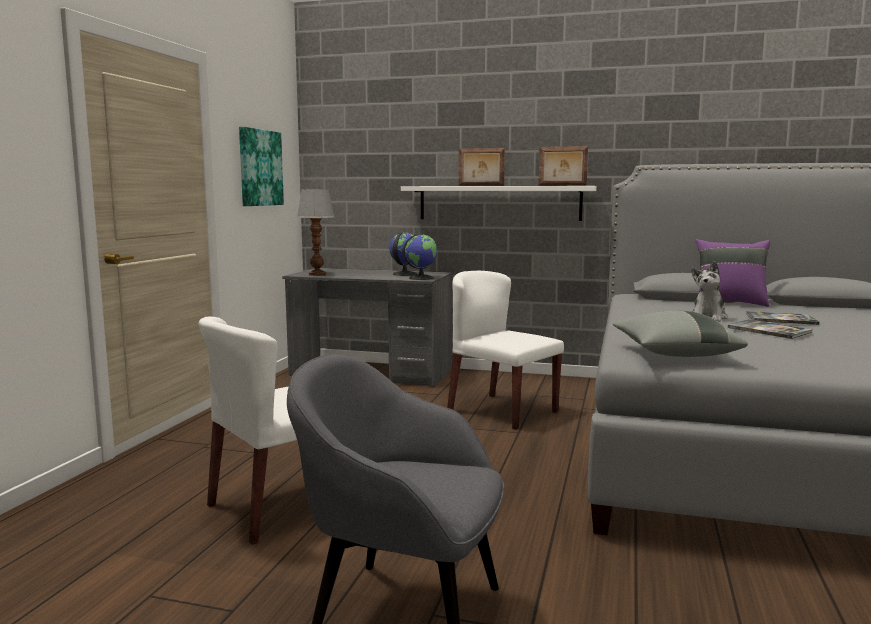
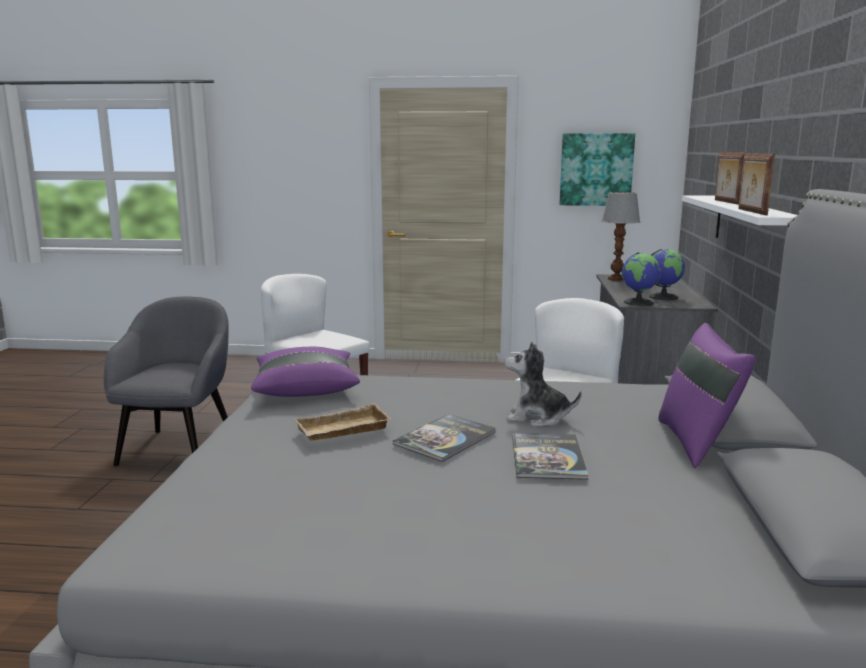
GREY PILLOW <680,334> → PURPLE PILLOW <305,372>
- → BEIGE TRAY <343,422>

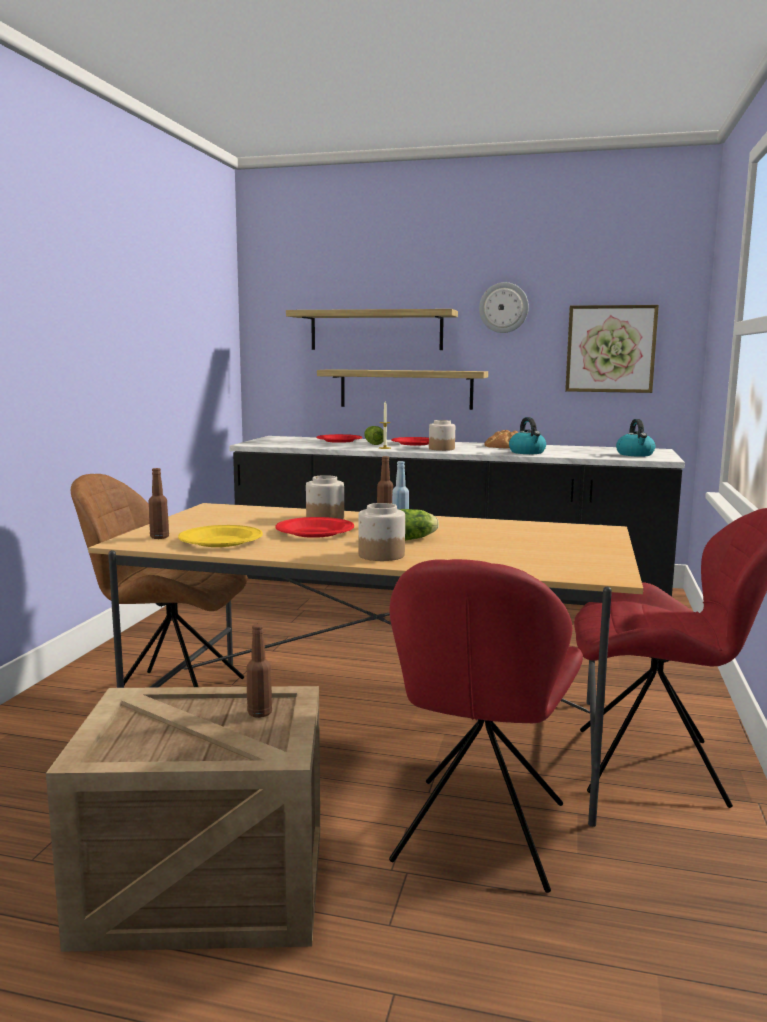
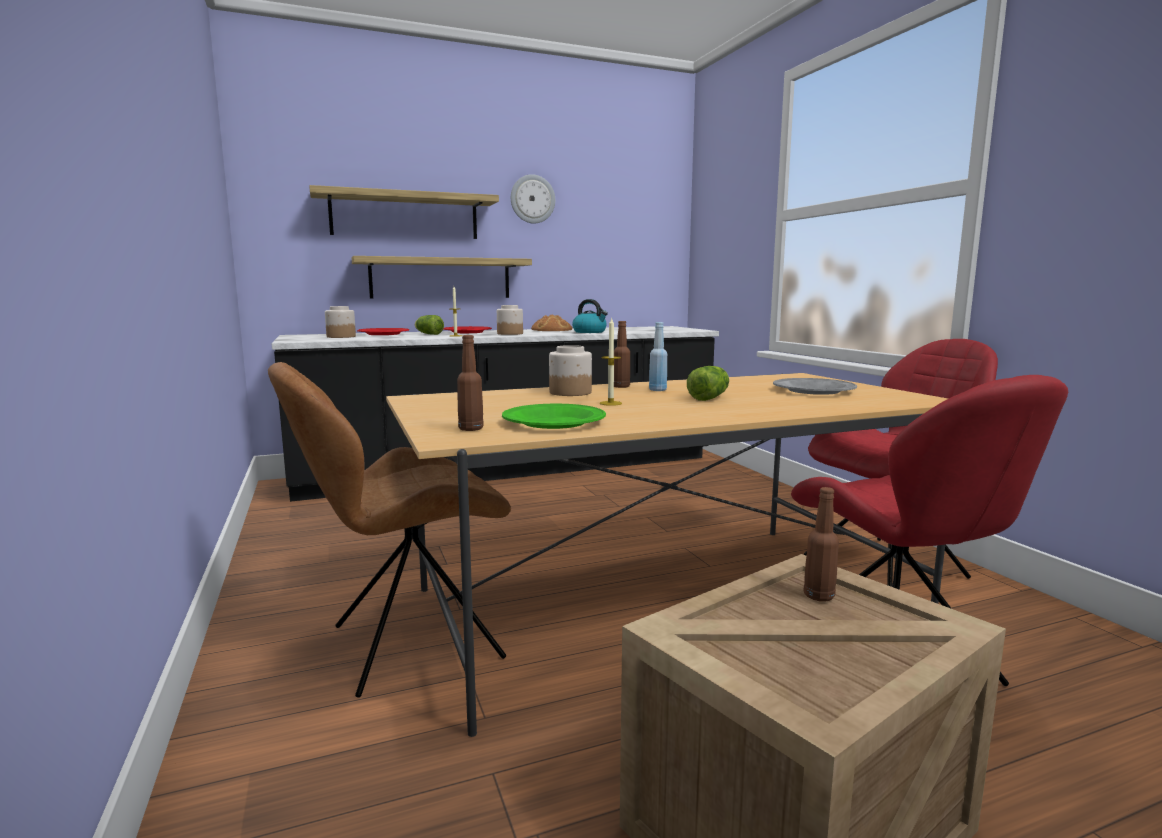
PICTURE <612,349> → -
KETTLE <635,438> → -
JAR <381,532> → JAR <340,322>, relocated
RED PLATE <314,527> → CANDLE <610,362>
YELLOW PLATE <220,536> → GREEN PLATE <554,416>
- → GREY PLATE <815,386>

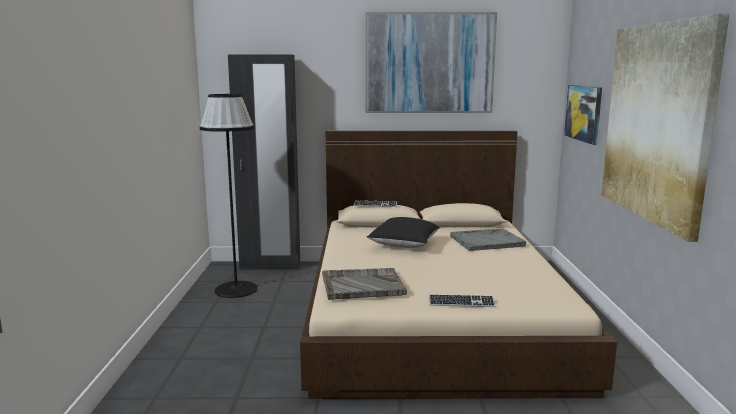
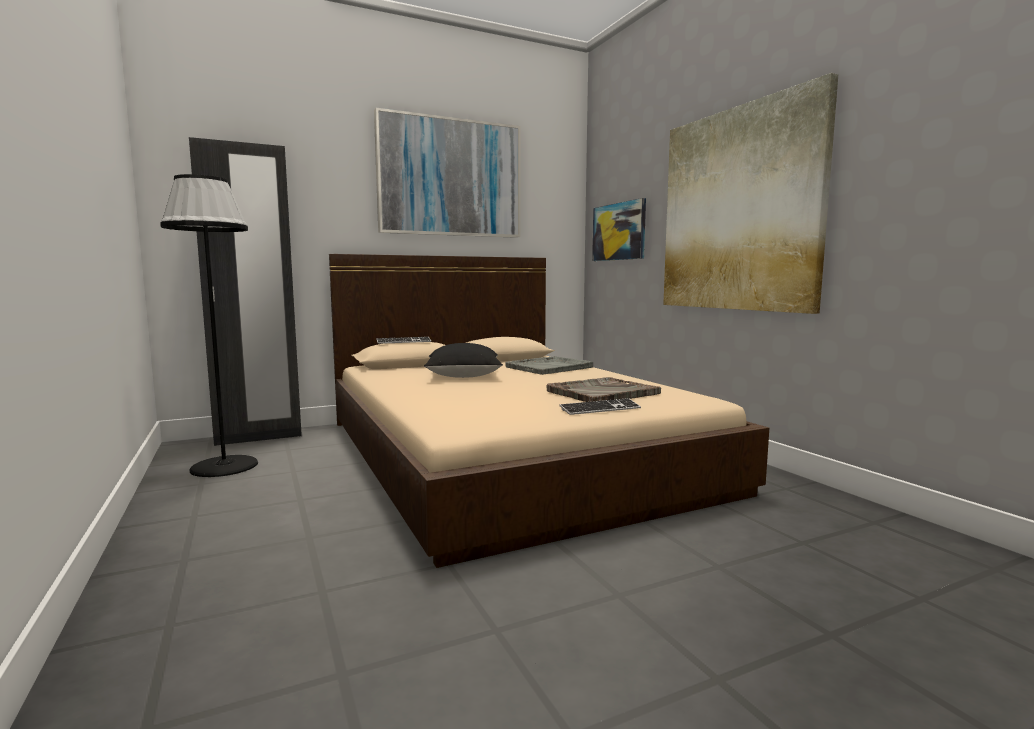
GREY TRAY <364,284> → GREY TRAY <604,389>, relocated

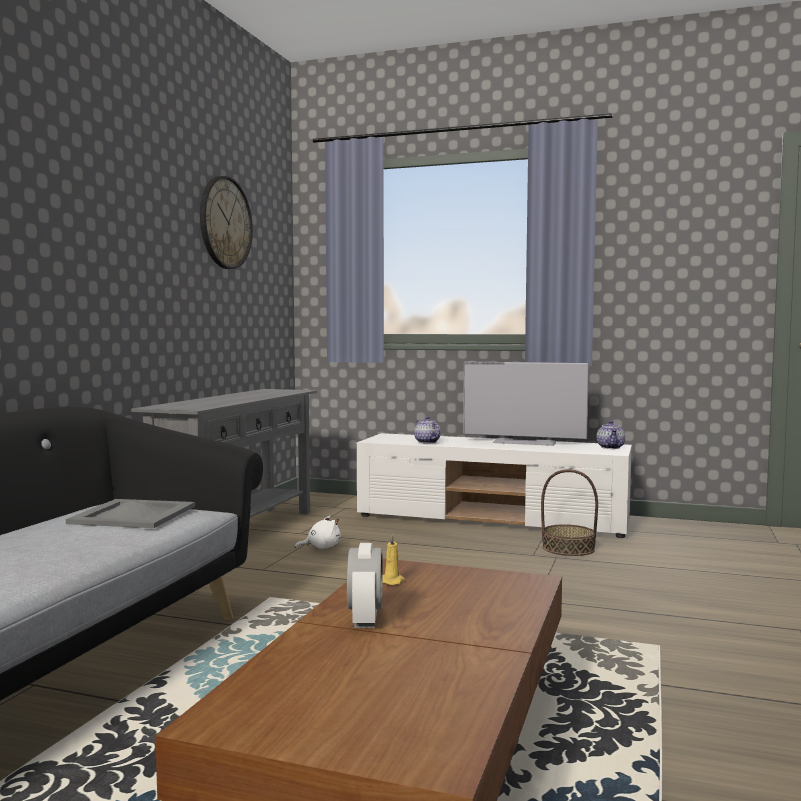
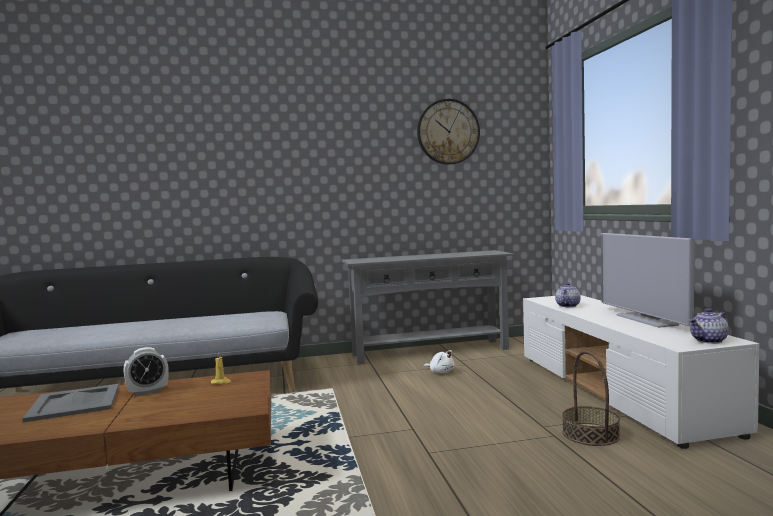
GREY TRAY <130,513> → GREY TRAY <71,403>, relocated

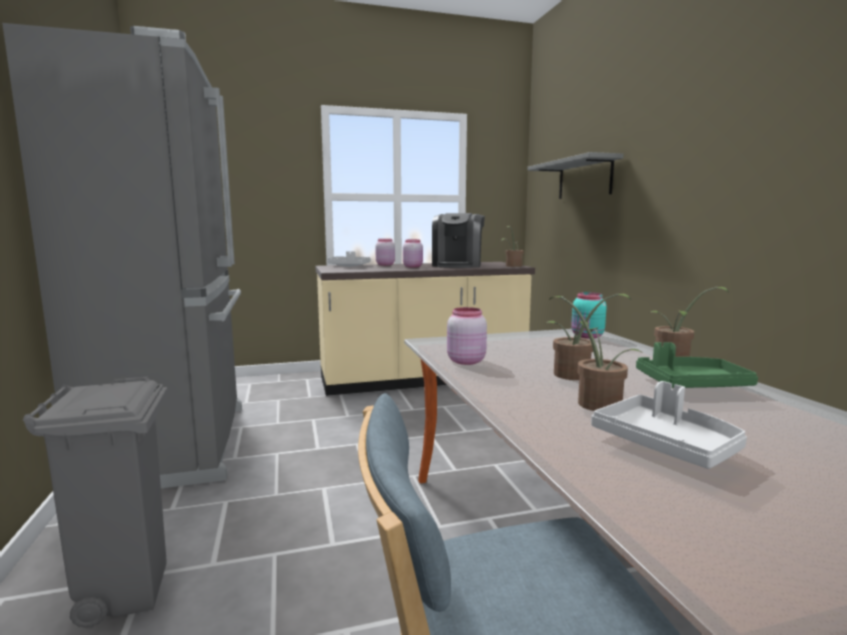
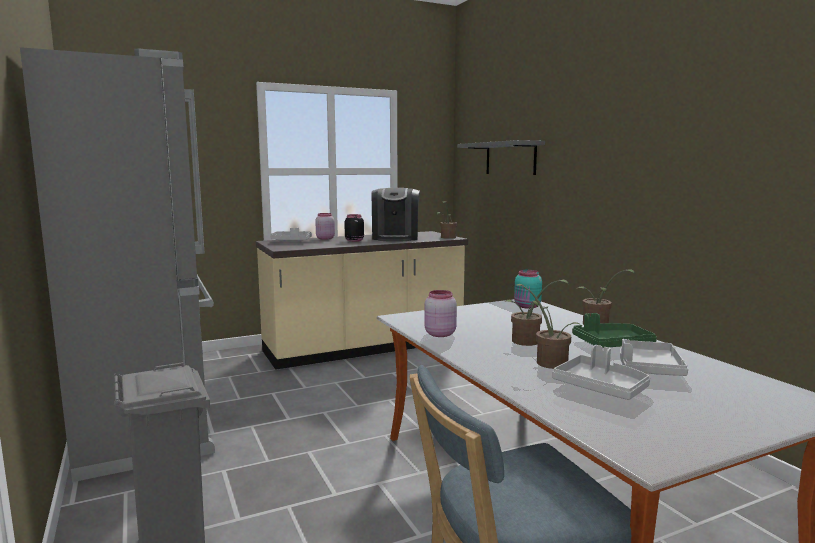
PINK JAR <413,253> → BLACK JAR <354,228>
- → GREY TRAY <654,357>

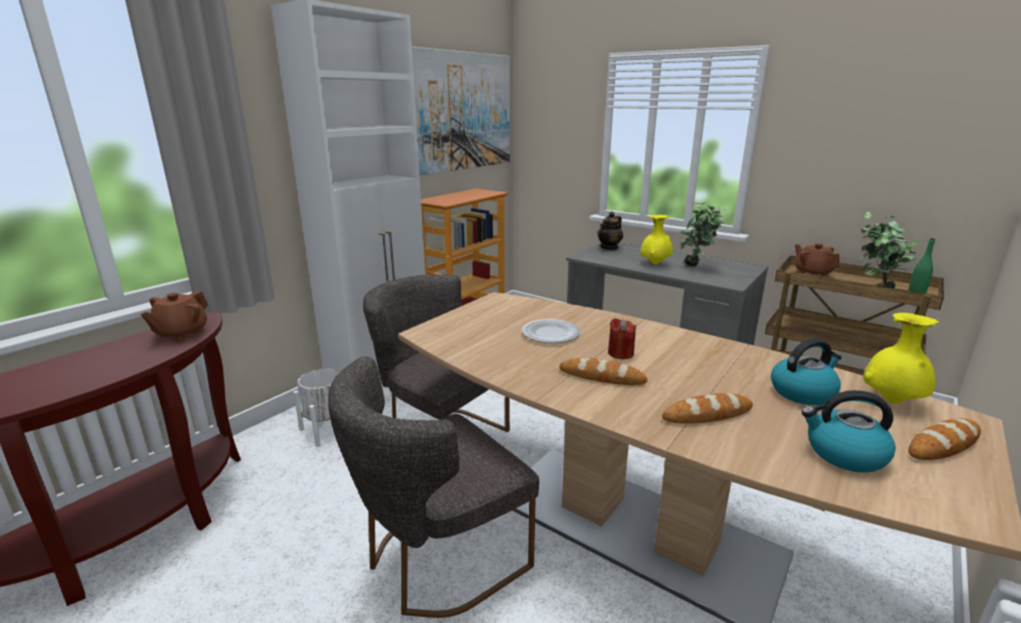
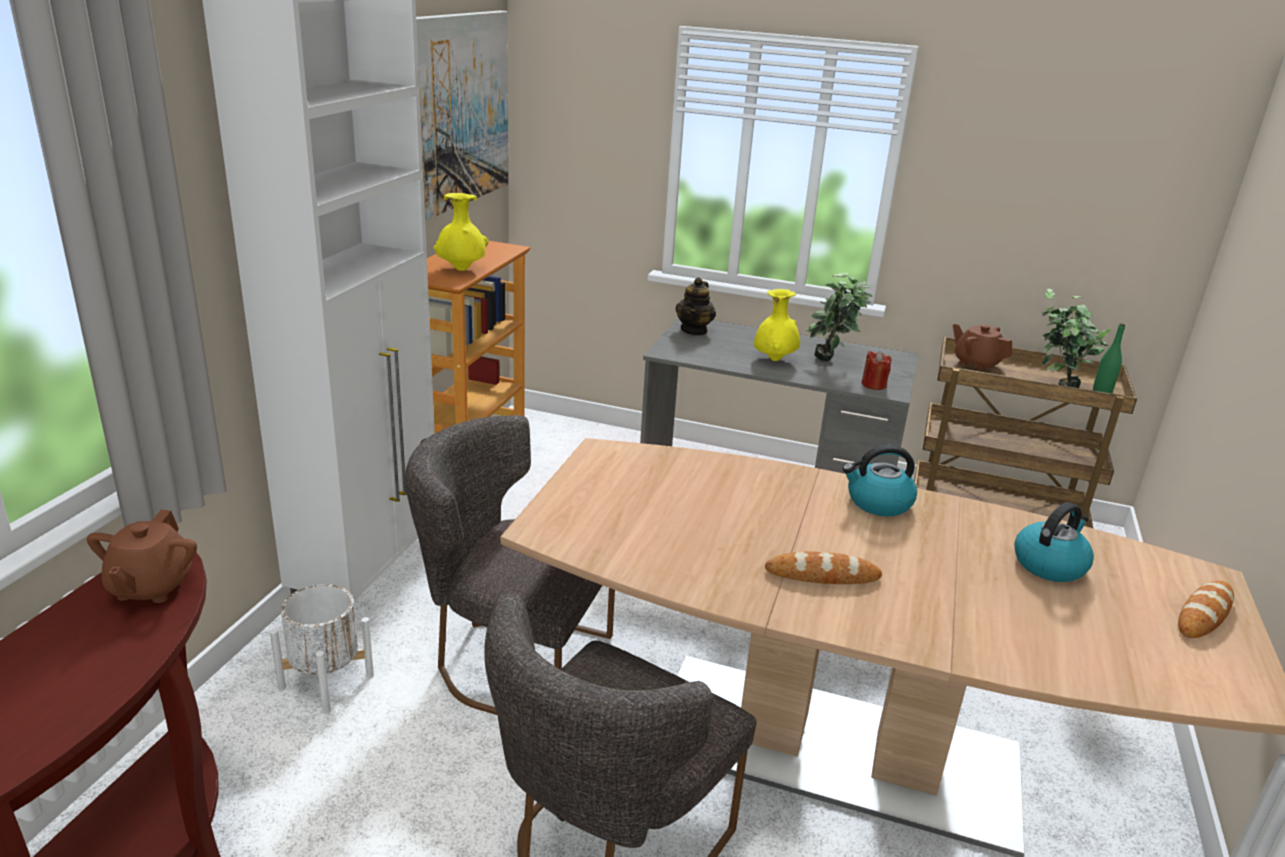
YELLOW VASE <901,358> → YELLOW VASE <461,232>, relocated
RED CANDLE <622,338> → RED CANDLE <876,370>, relocated
PLATE <551,331> → -
KETTLE <848,431> → KETTLE <880,480>, relocated
BREAD <707,408> → -

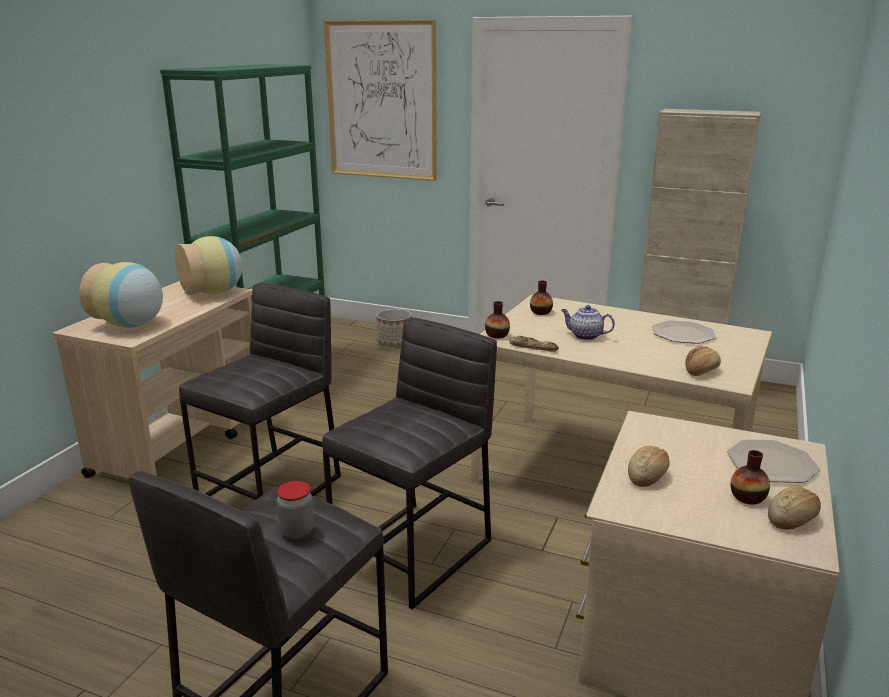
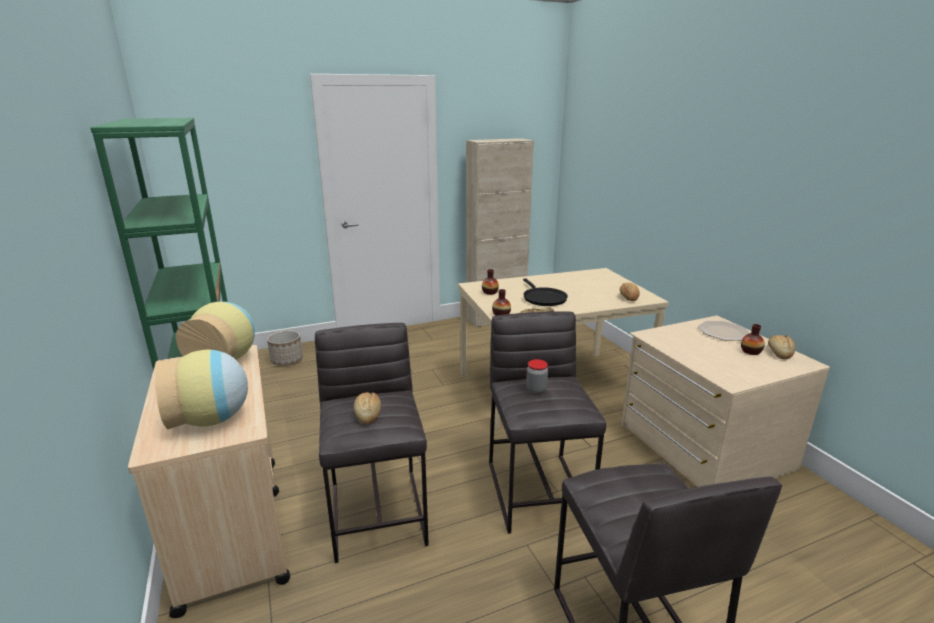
PICTURE <380,100> → -
TEAPOT <588,322> → BLACK FRYING PAN <545,292>
PLATE <684,332> → -
BREAD <649,466> → BREAD <367,408>, relocated
JAR <295,510> → JAR <537,376>, relocated

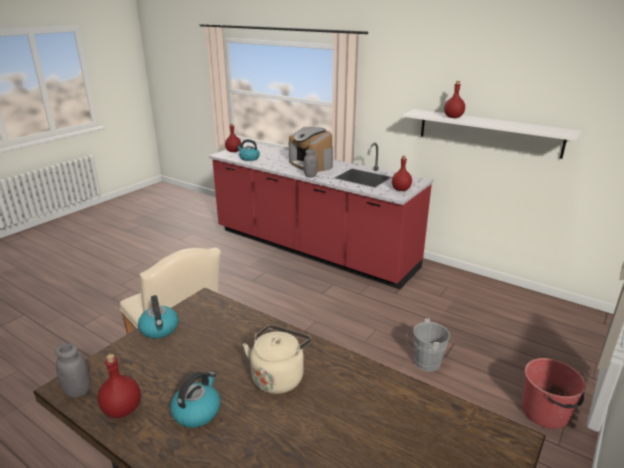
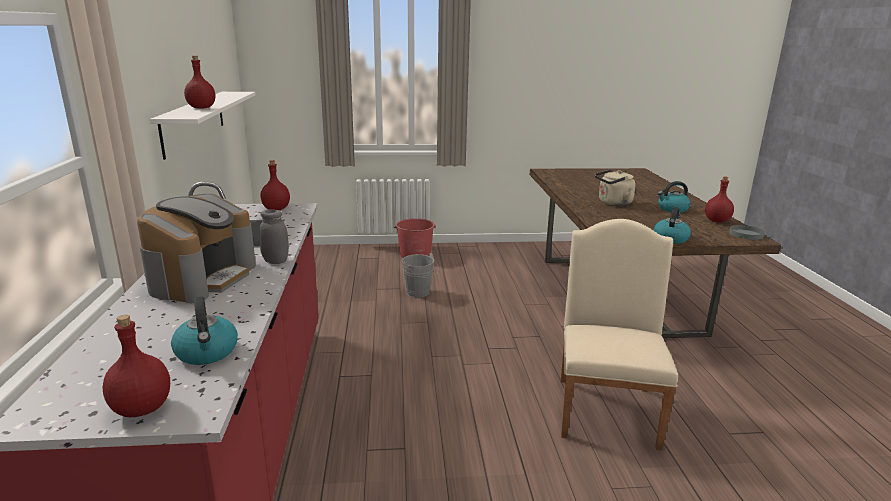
GREY JAR <72,370> → GREY PLATE <746,232>

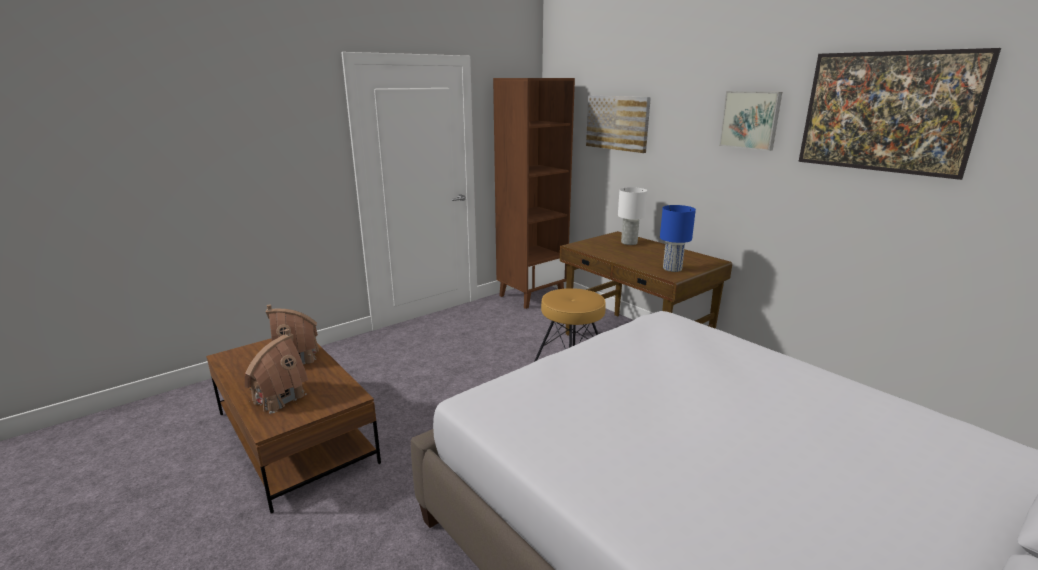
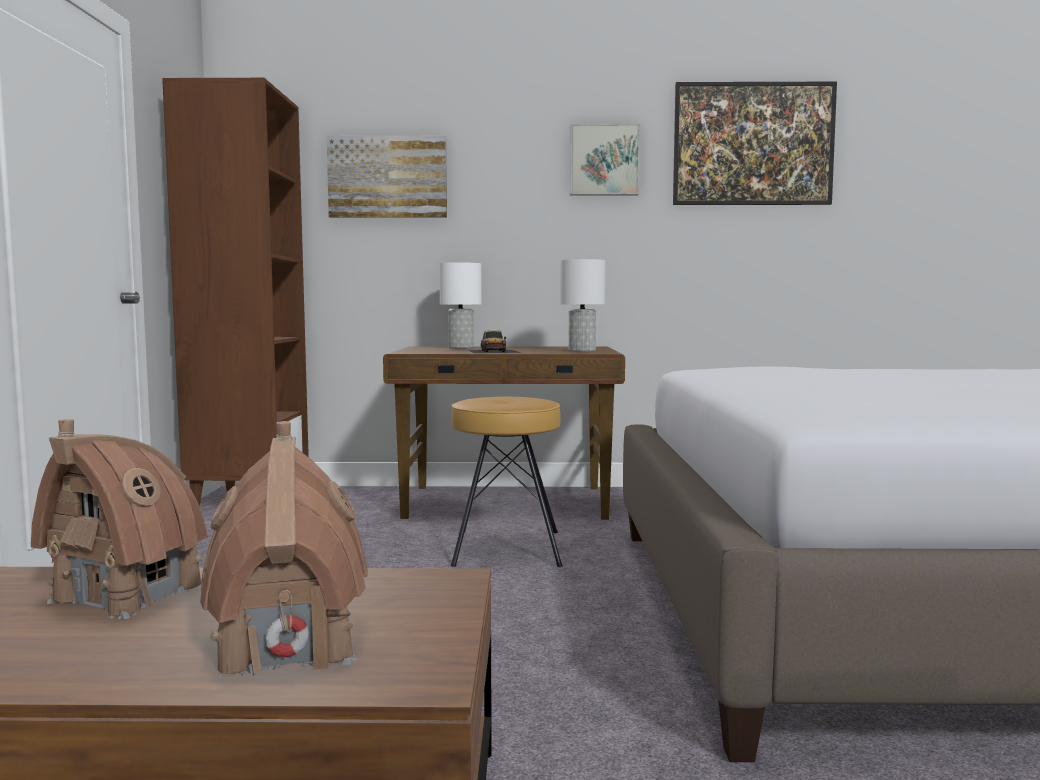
BLUE TABLE LAMP <678,238> → WHITE TABLE LAMP <583,305>
- → TOY CAR <494,341>

